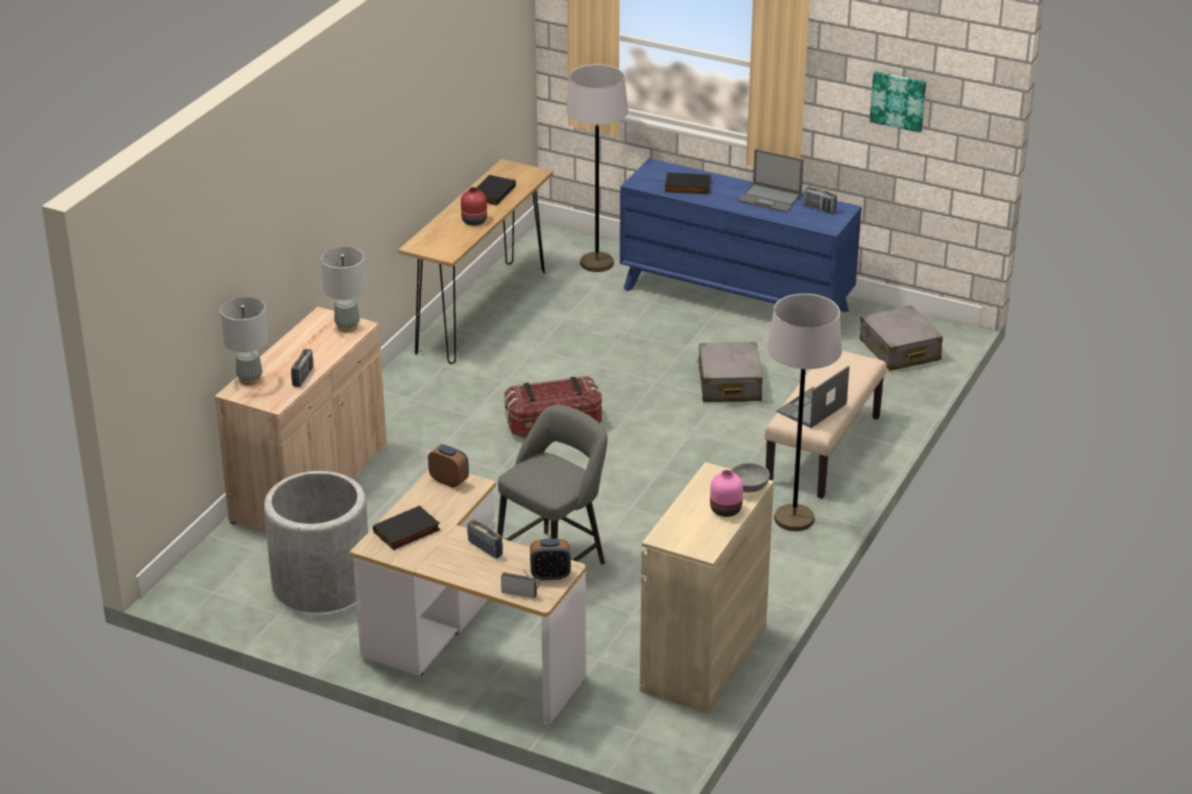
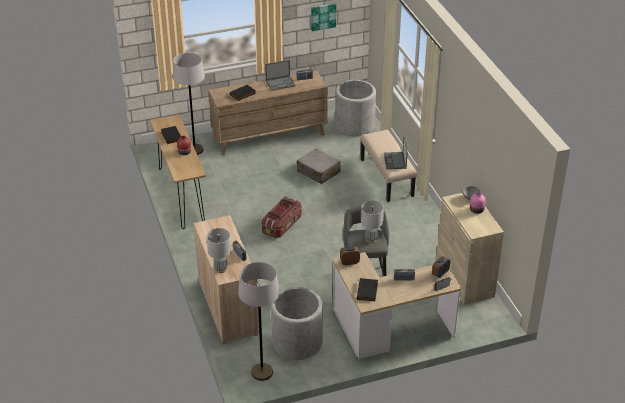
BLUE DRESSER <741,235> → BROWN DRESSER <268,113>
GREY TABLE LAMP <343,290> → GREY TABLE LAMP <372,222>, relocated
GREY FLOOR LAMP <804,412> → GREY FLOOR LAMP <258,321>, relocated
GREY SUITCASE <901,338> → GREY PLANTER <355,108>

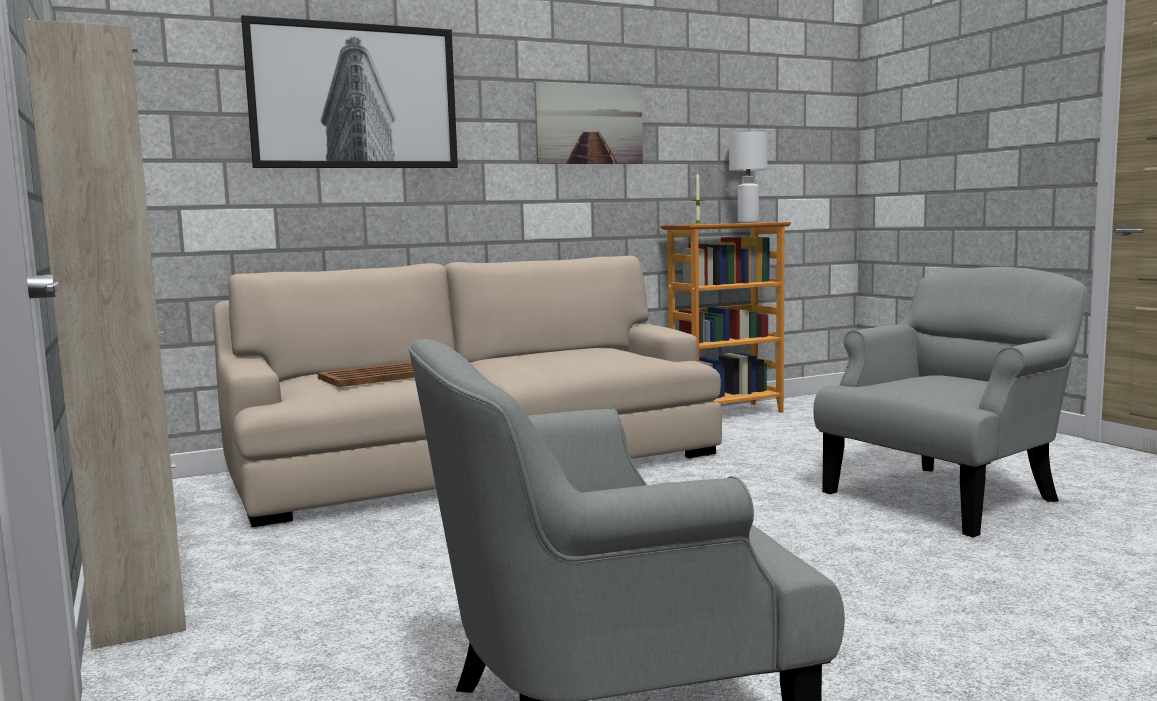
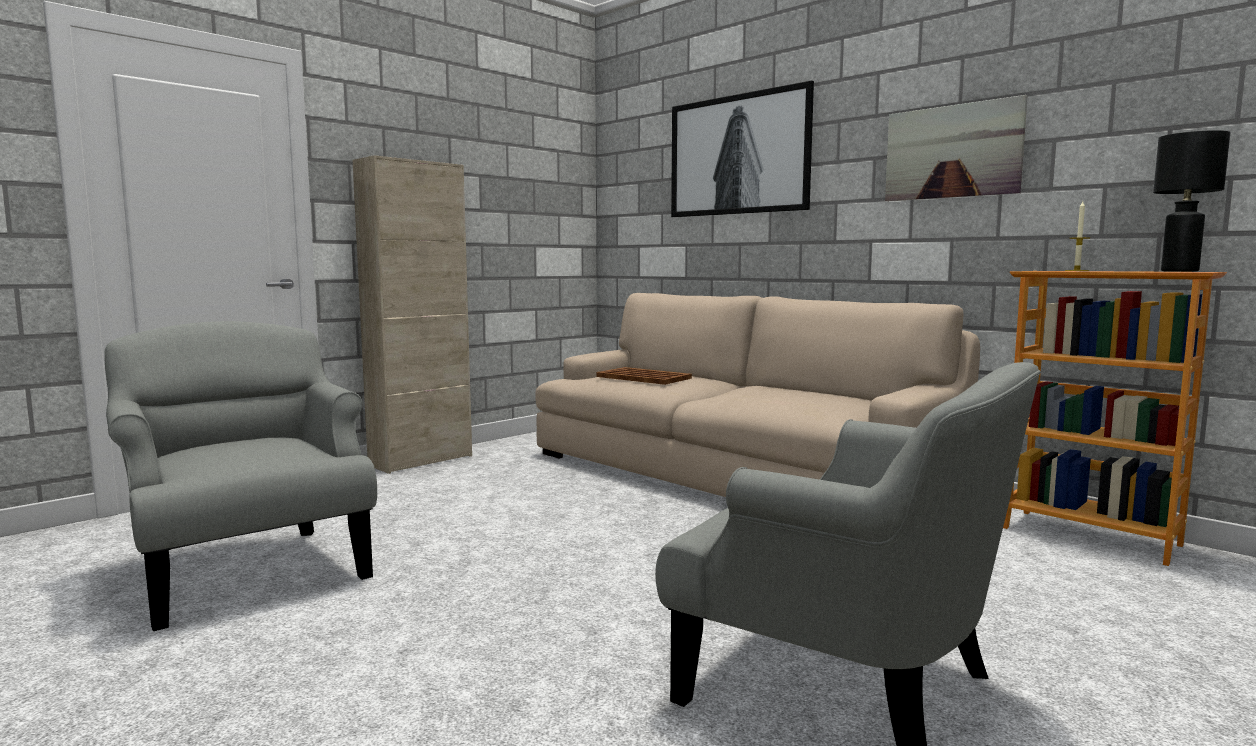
WHITE TABLE LAMP <748,177> → BLACK TABLE LAMP <1191,201>

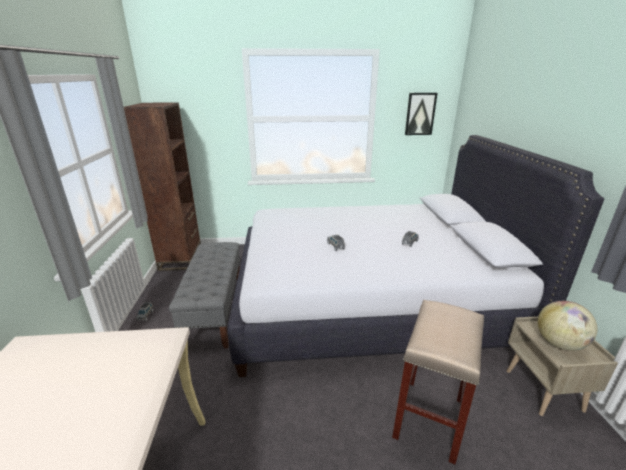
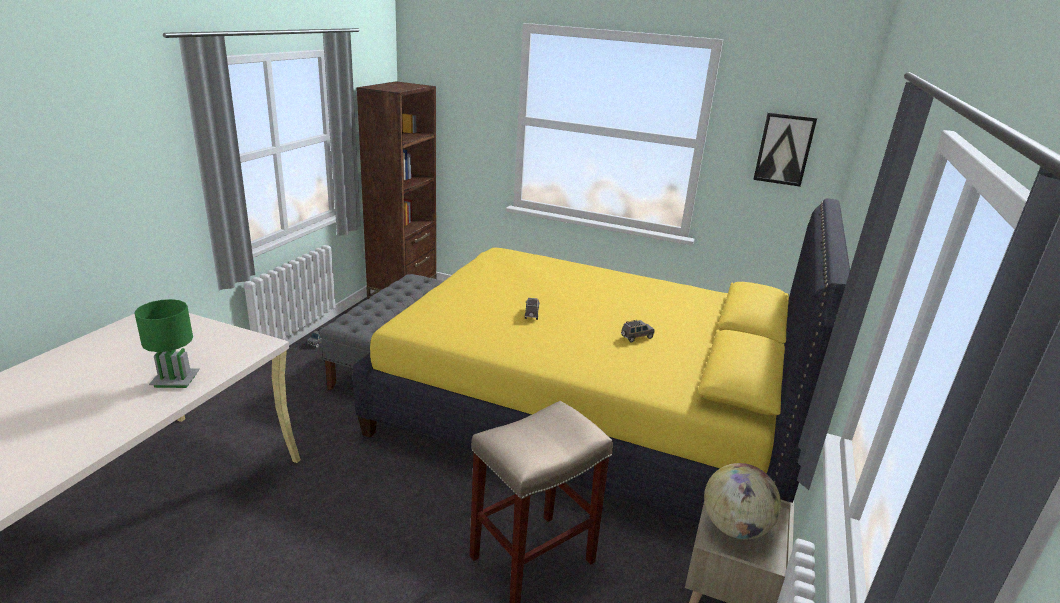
WHITE BED <416,256> → YELLOW BED <601,360>
- → GREEN TABLE LAMP <167,343>

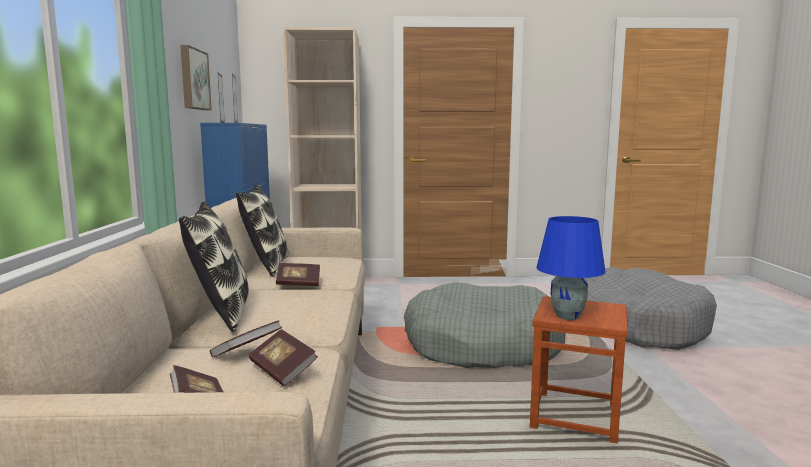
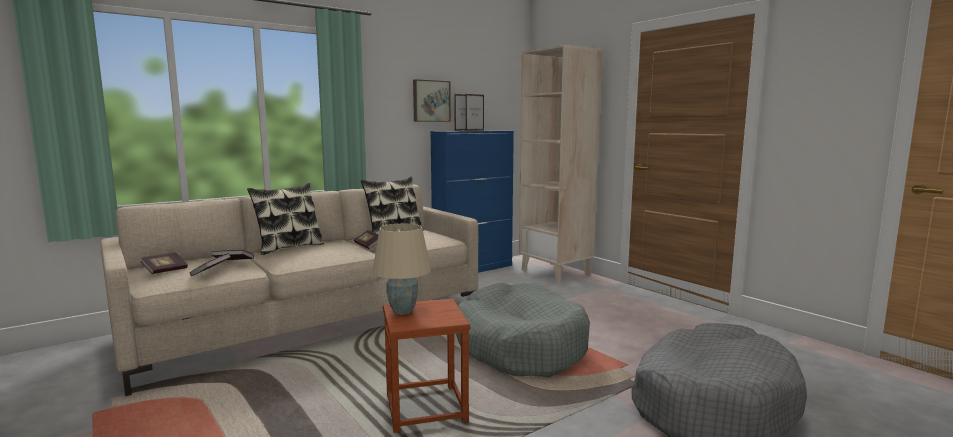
BLUE TABLE LAMP <571,268> → BEIGE TABLE LAMP <401,269>

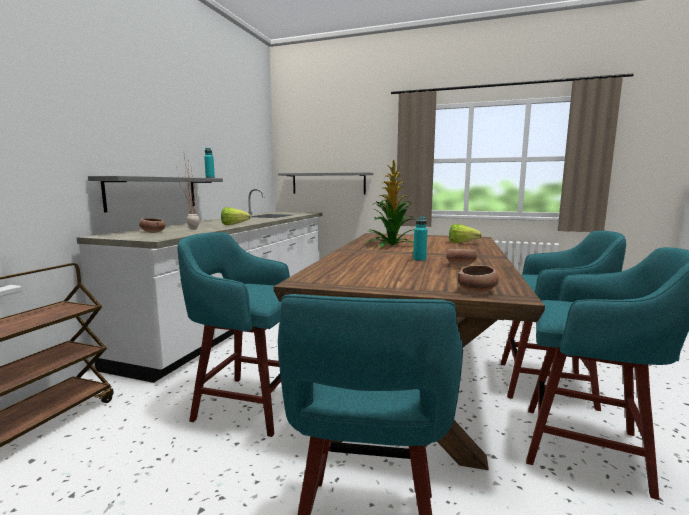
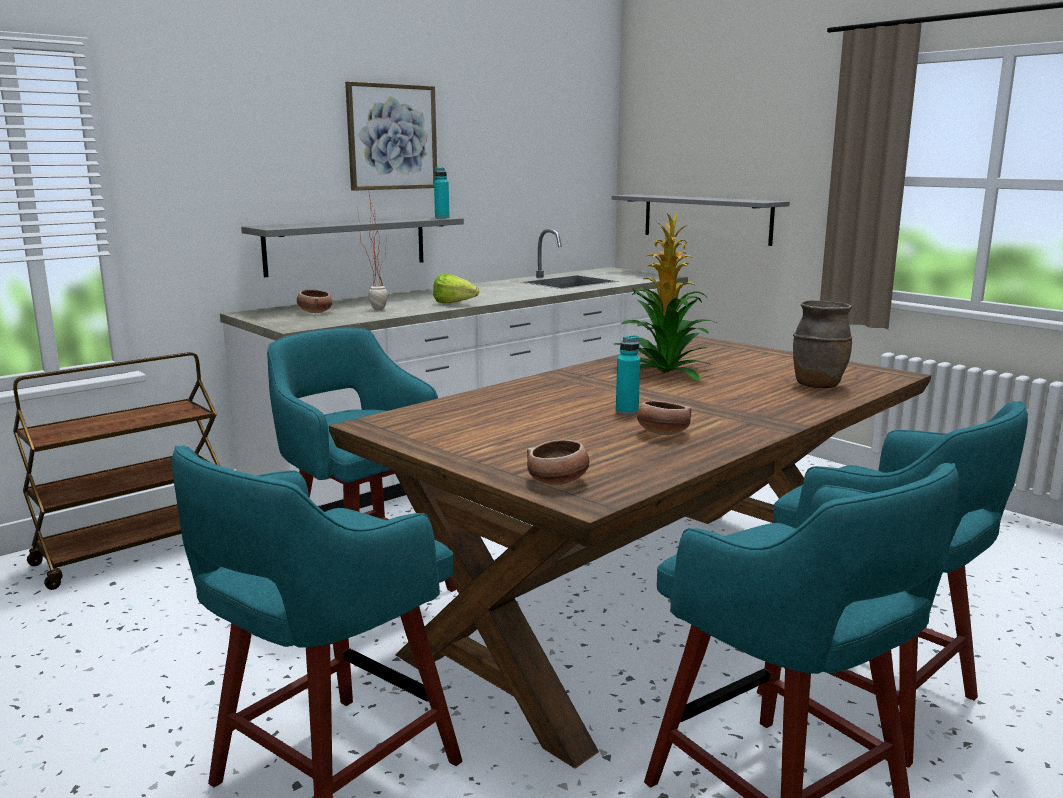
LETTUCE <465,233> → BROWN VASE <822,344>
- → PICTURE <391,136>

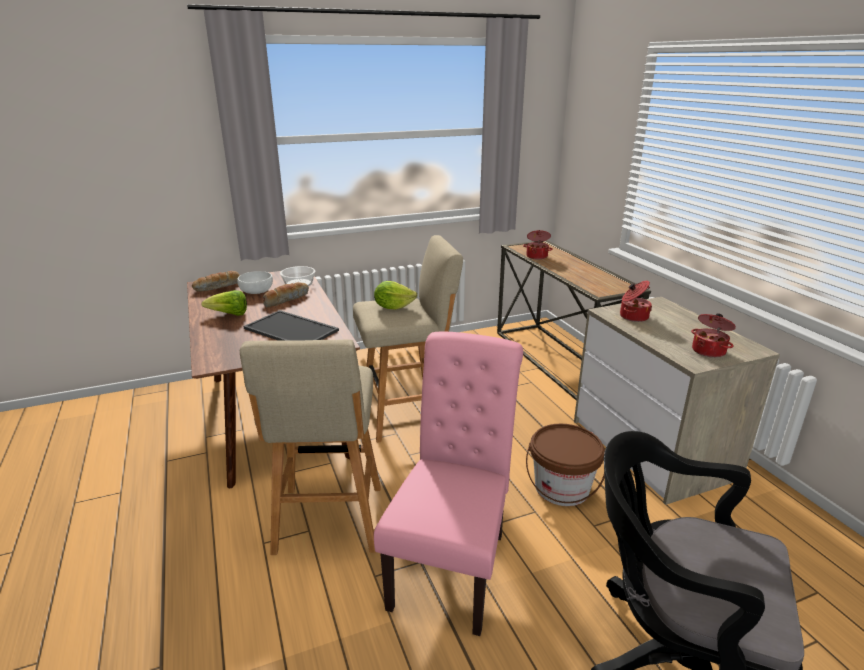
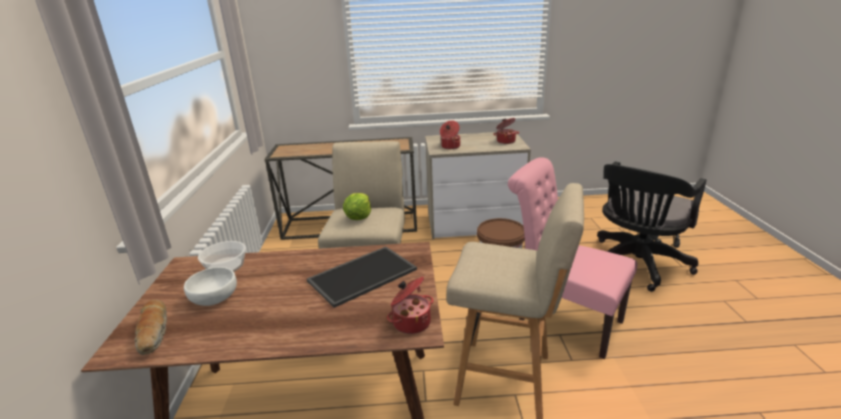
COOKING POT <538,245> → COOKING POT <410,305>, relocated
BREAD <286,295> → -
LETTUCE <224,303> → -

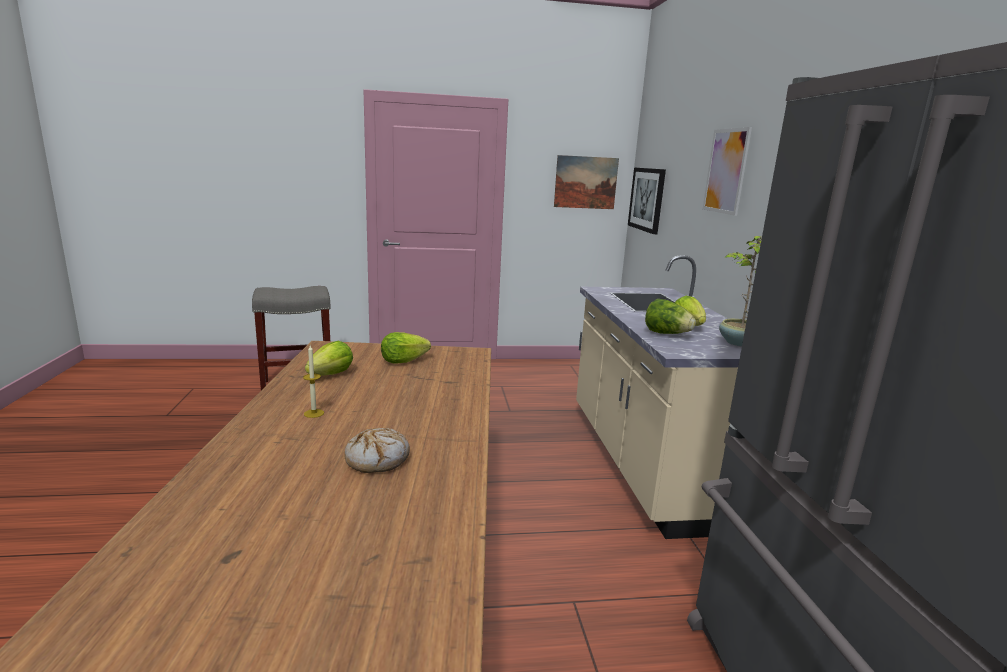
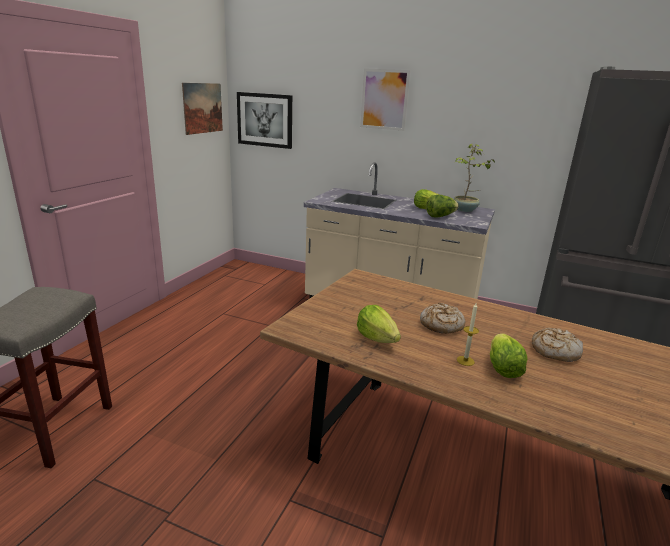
LETTUCE <406,348> → LETTUCE <509,356>, relocated
- → BREAD <442,318>

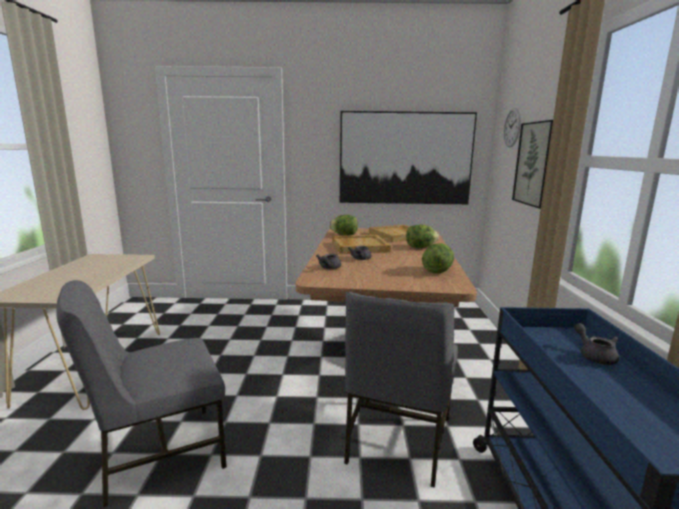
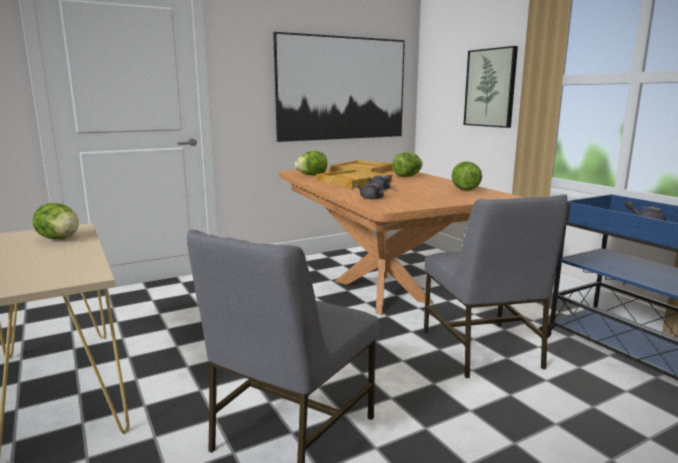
WALL CLOCK <512,127> → -
- → LETTUCE <56,221>

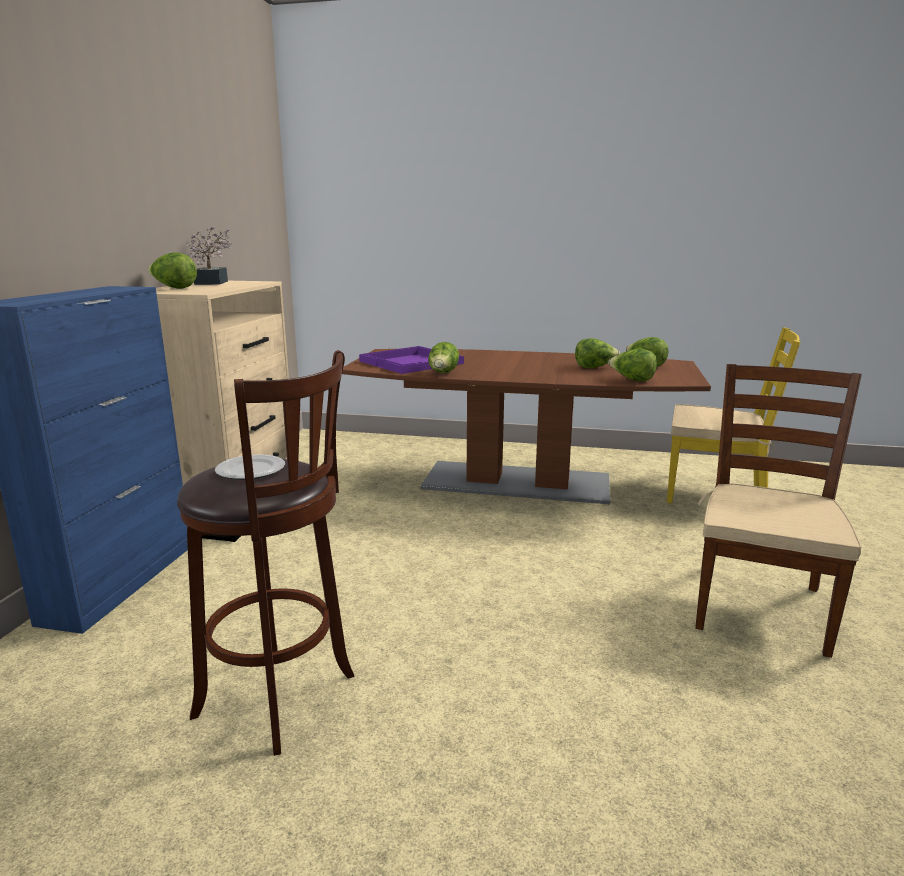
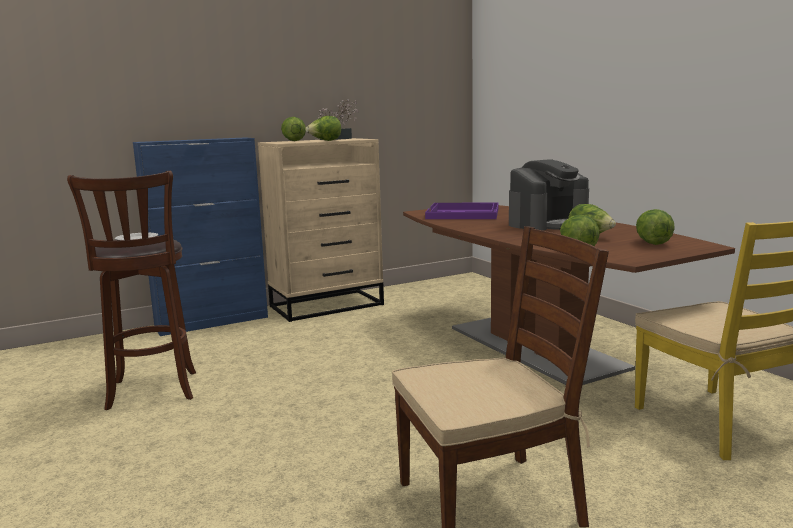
LETTUCE <443,357> → LETTUCE <323,128>, relocated
- → COFFEE MACHINE <549,195>

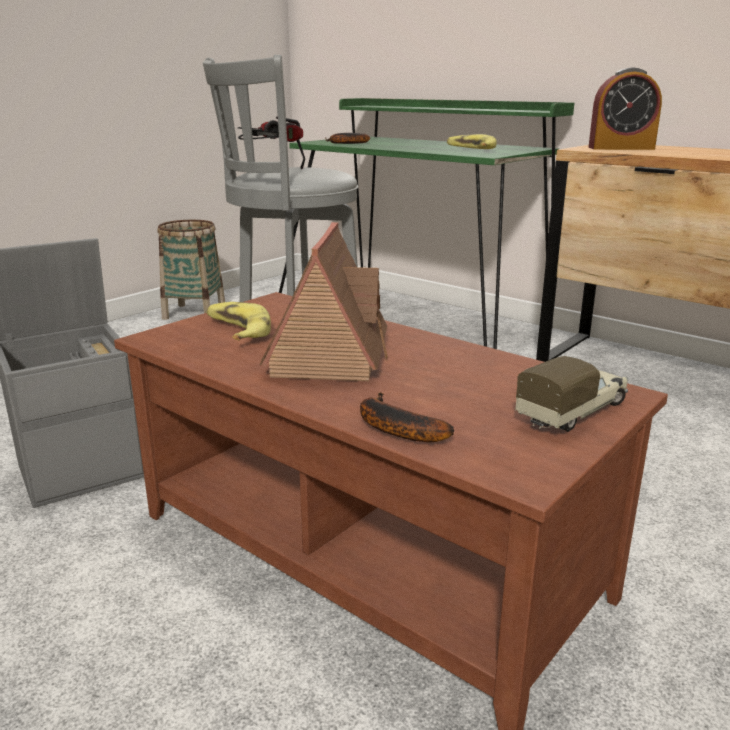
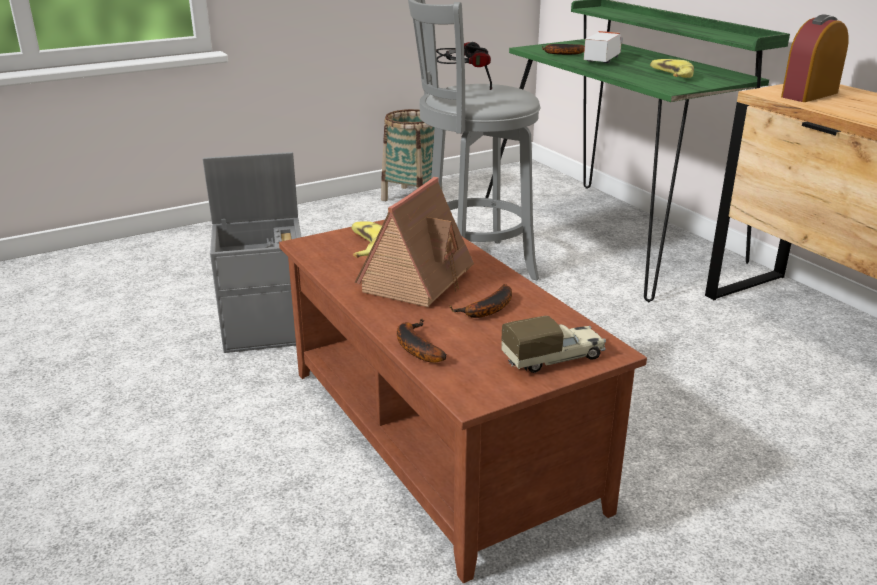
ALARM CLOCK <625,109> → ALARM CLOCK <815,58>, 120 degrees clockwise
- → TOY TRUCK <603,47>
- → BANANA <480,301>

